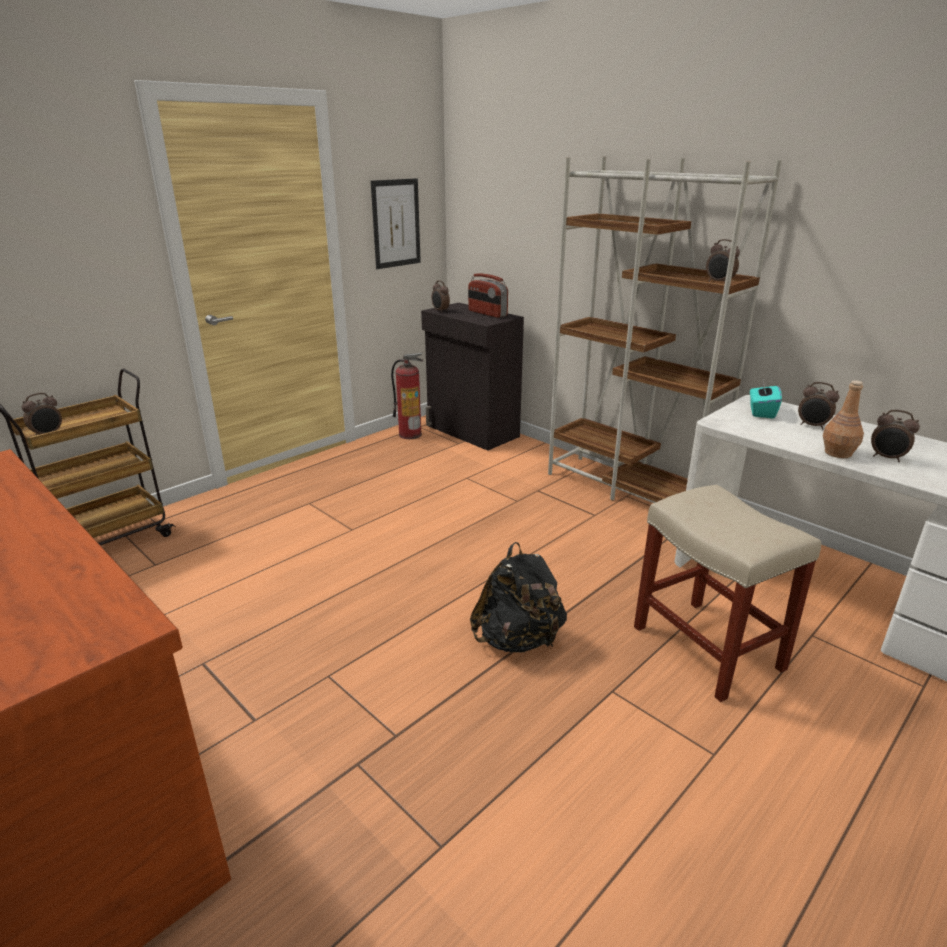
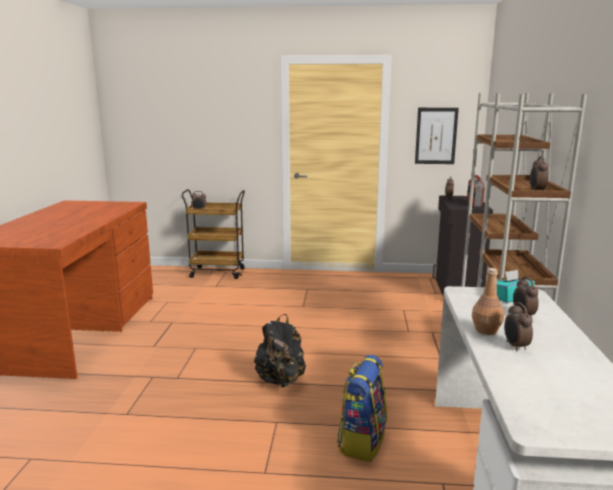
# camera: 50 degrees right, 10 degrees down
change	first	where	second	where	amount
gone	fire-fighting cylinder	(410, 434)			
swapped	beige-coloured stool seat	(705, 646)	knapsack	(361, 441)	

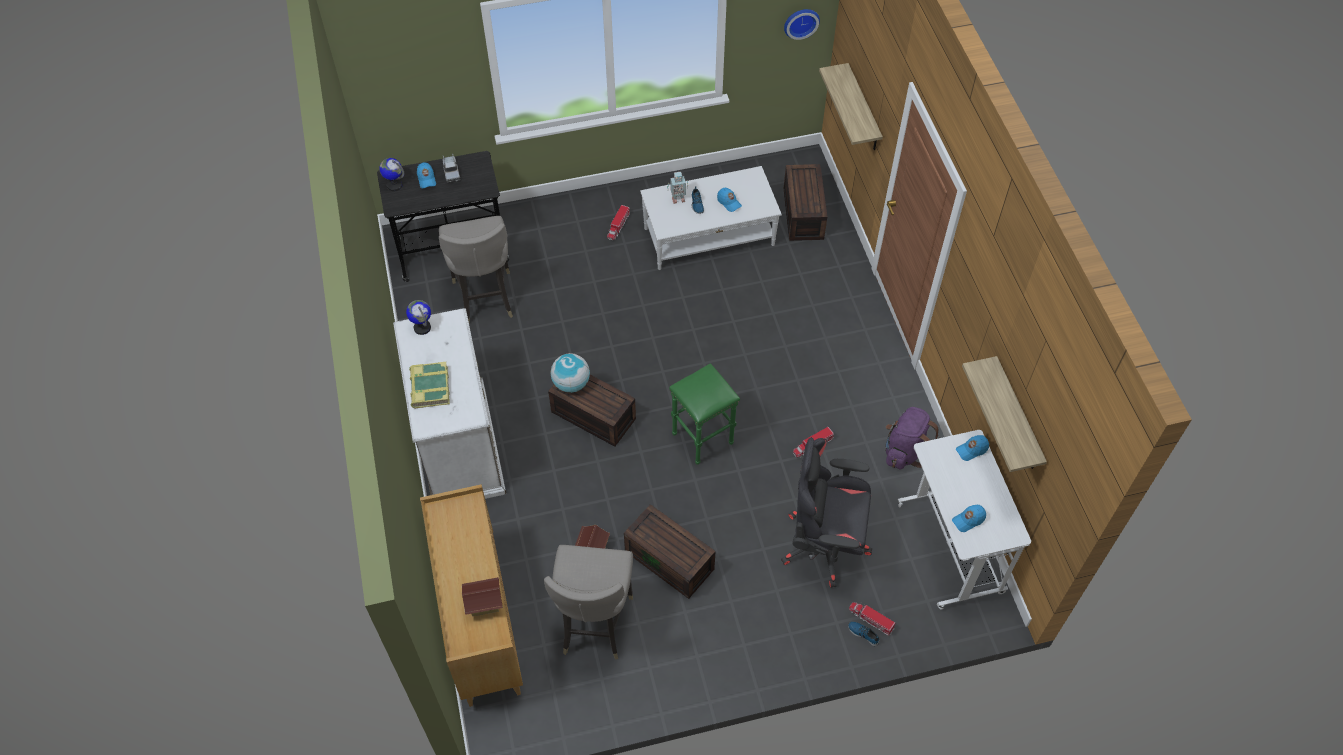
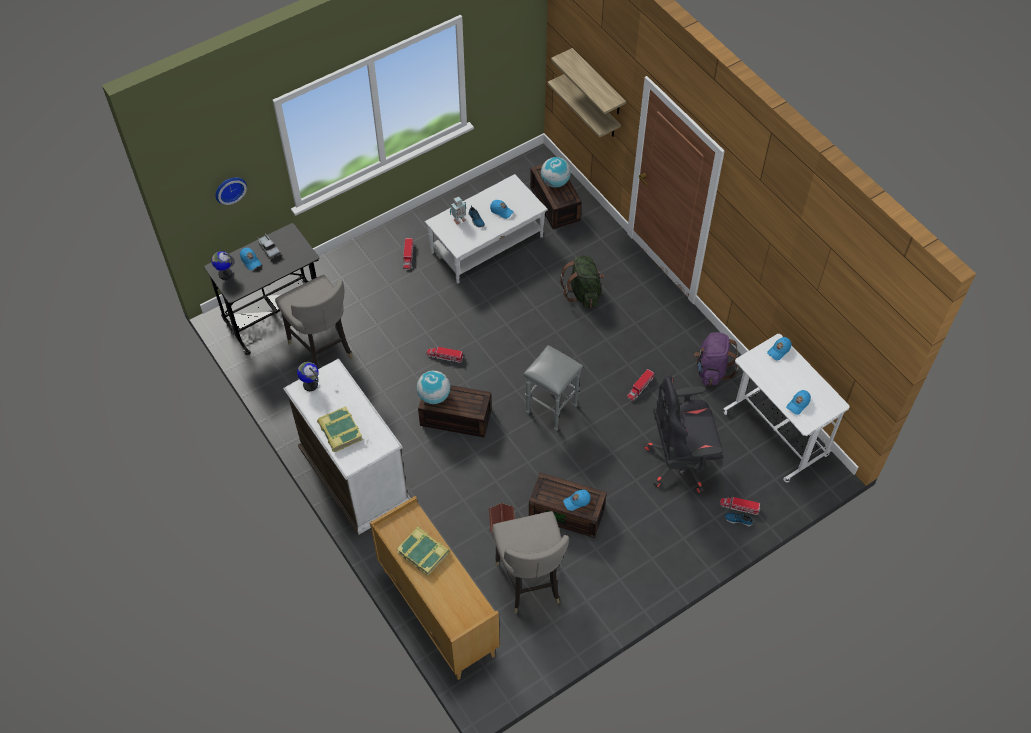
# camera: 20 degrees left, 0 degrees up
change	first	where	second	where	amount
gone	miniature house	(484, 604)			
repainted	greenish stool seat	(704, 438)	greyish stool seat	(553, 408)	
shifted	wall clock	(800, 22)		(229, 188)	
shifted	wall shelf	(1017, 417)		(598, 83)	
new			bound book	(423, 552)	
new			toy truck	(445, 356)	
new			globe	(555, 182)	
new			greenish knapsack	(583, 293)	
new			blue peaked cap	(576, 501)	

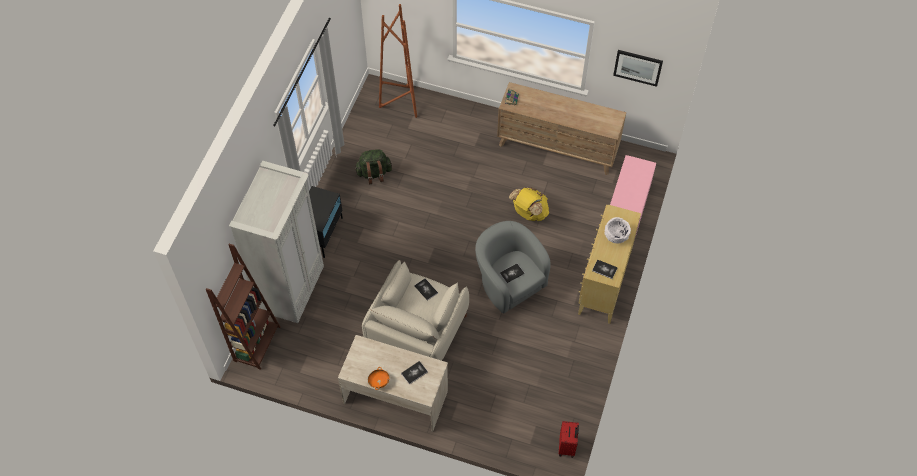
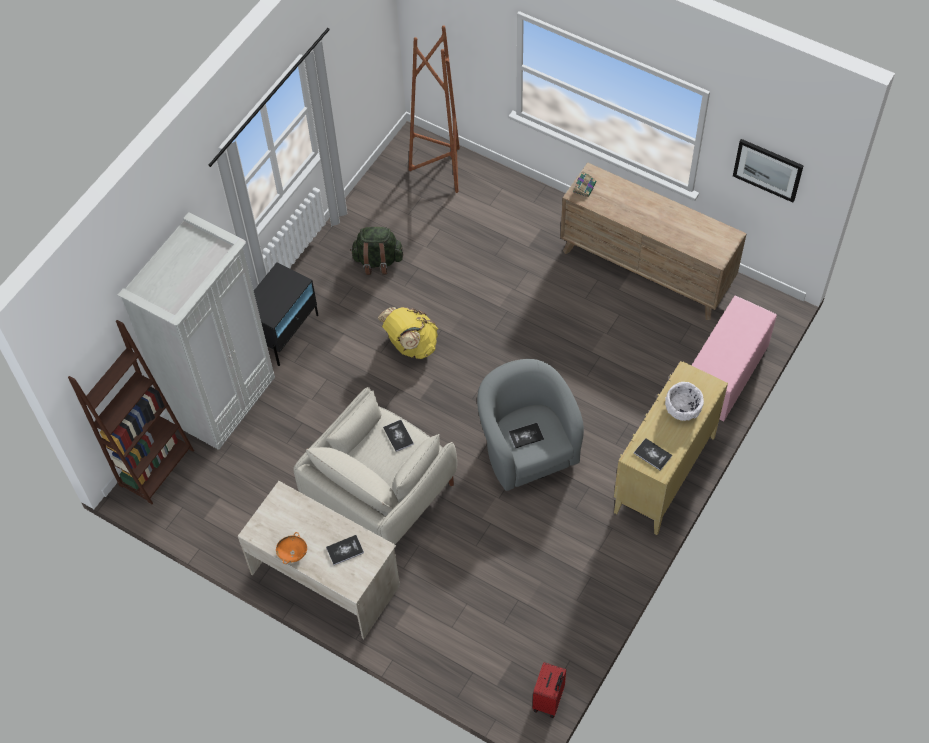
# camera: 15 degrees right, 0 degrees up
change	first	where	second	where	amount
shifted	yellow-coloured knapsack	(529, 213)		(411, 345)	

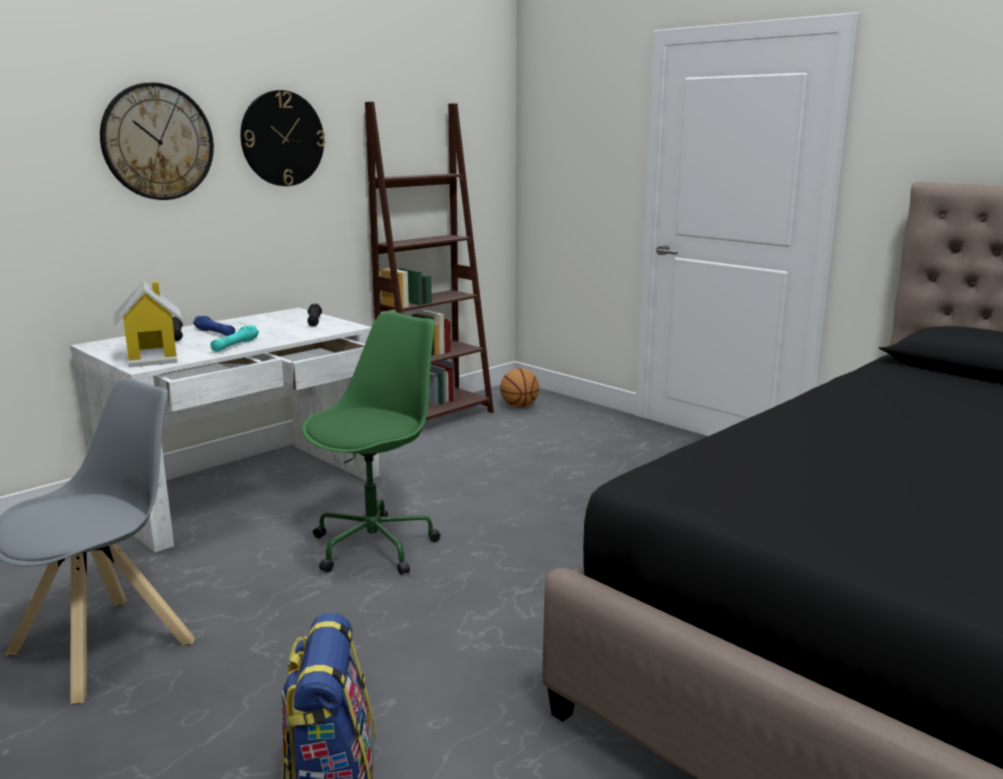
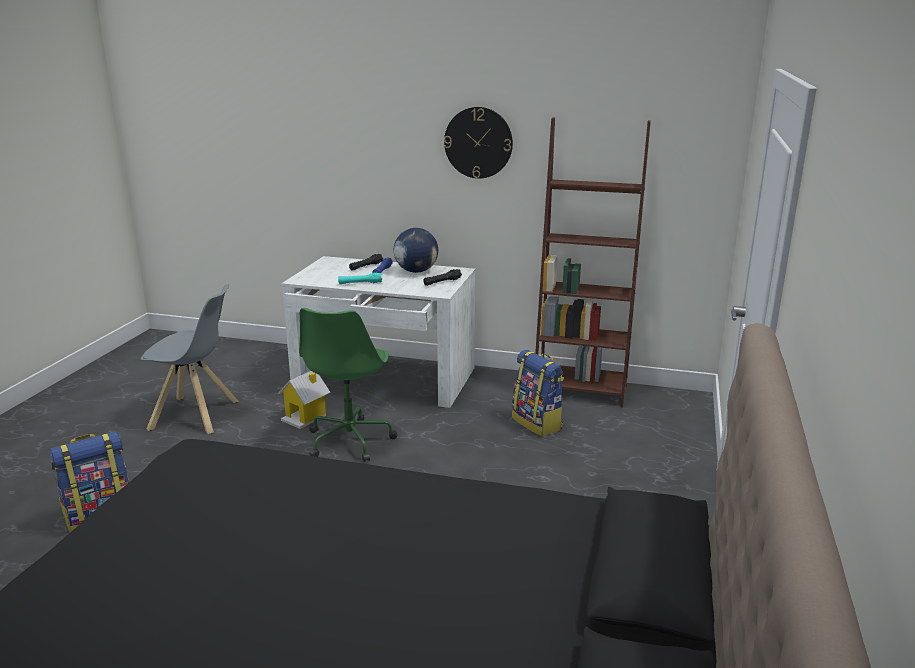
# camera: 60 degrees right, 5 degrees up
change	first	where	second	where	amount
gone	wall clock	(157, 142)			
shifted	miniature house	(153, 357)		(305, 417)	
rotated	greenish office chair	(376, 546)		(349, 442)	90 degrees clockwise
gone	basketball ball	(519, 406)			
new			globe	(416, 271)	
new			knapsack	(538, 423)	

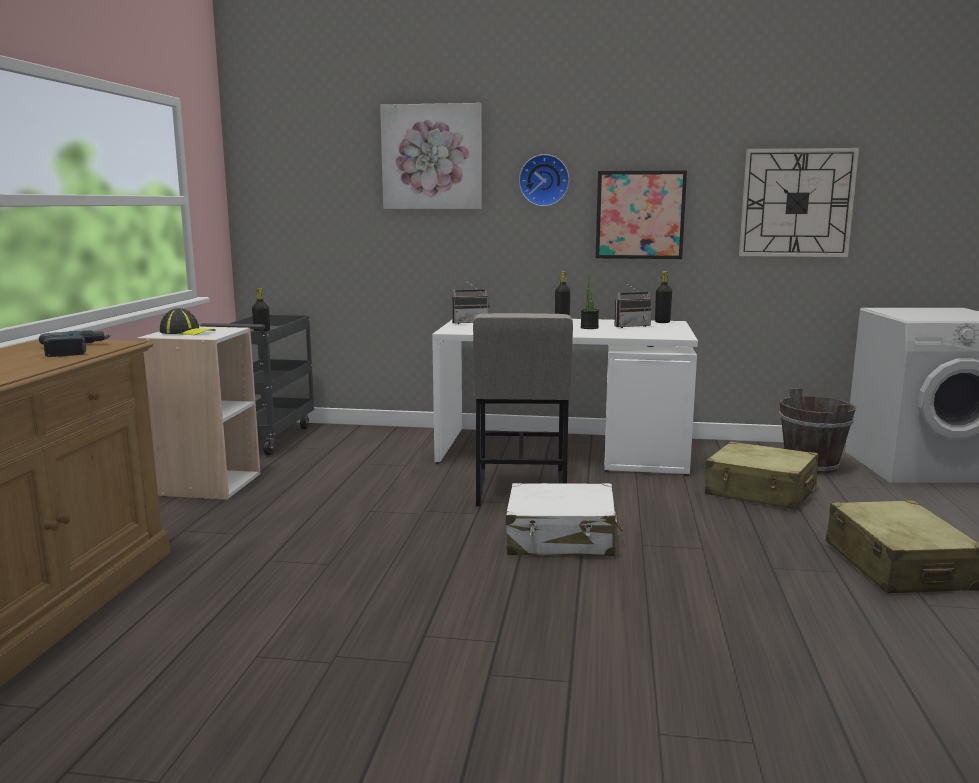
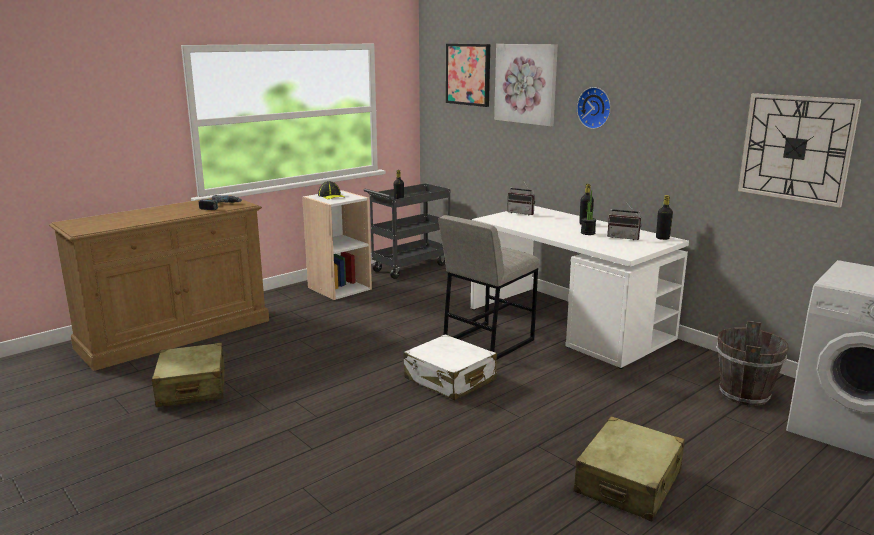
# camera: 40 degrees right, 5 degrees up
change	first	where	second	where	amount
shifted	wall picture	(640, 215)		(468, 74)	
shifted	beige-coloured travel case	(760, 492)		(192, 388)	

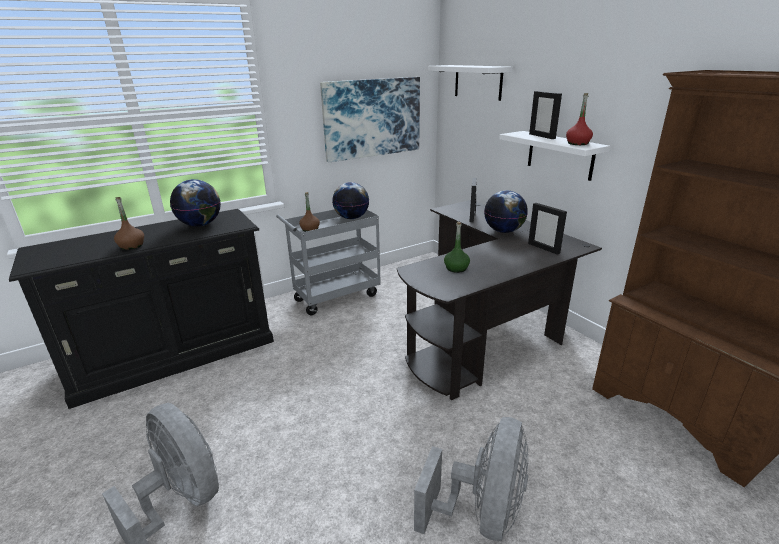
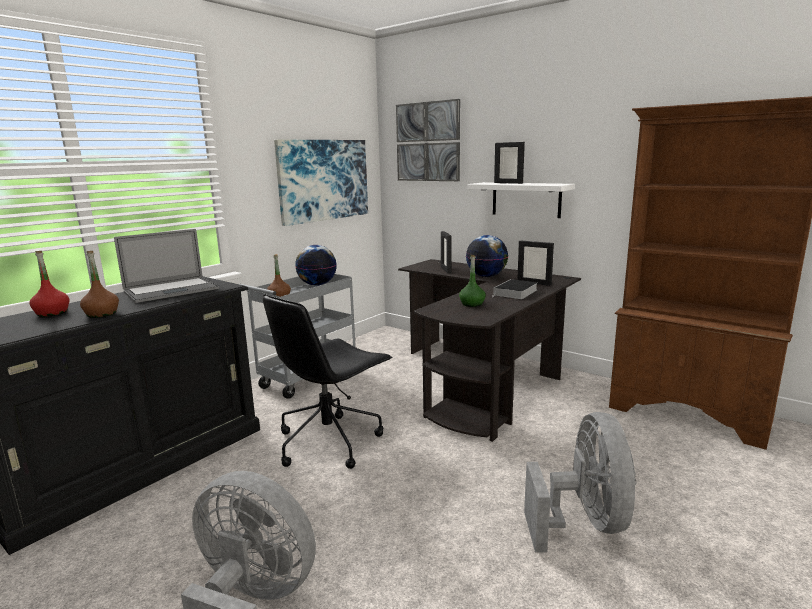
# camera: 20 degrees left, 10 degrees down
change	first	where	second	where	amount
swapped	globe	(200, 225)	portable computer	(171, 290)	
swapped	whitish wall shelf	(478, 82)	wall picture	(428, 142)	
shifted	red-coloured bottle	(577, 143)		(52, 313)	
new			black office chair	(332, 441)	
new			bound book	(515, 292)	

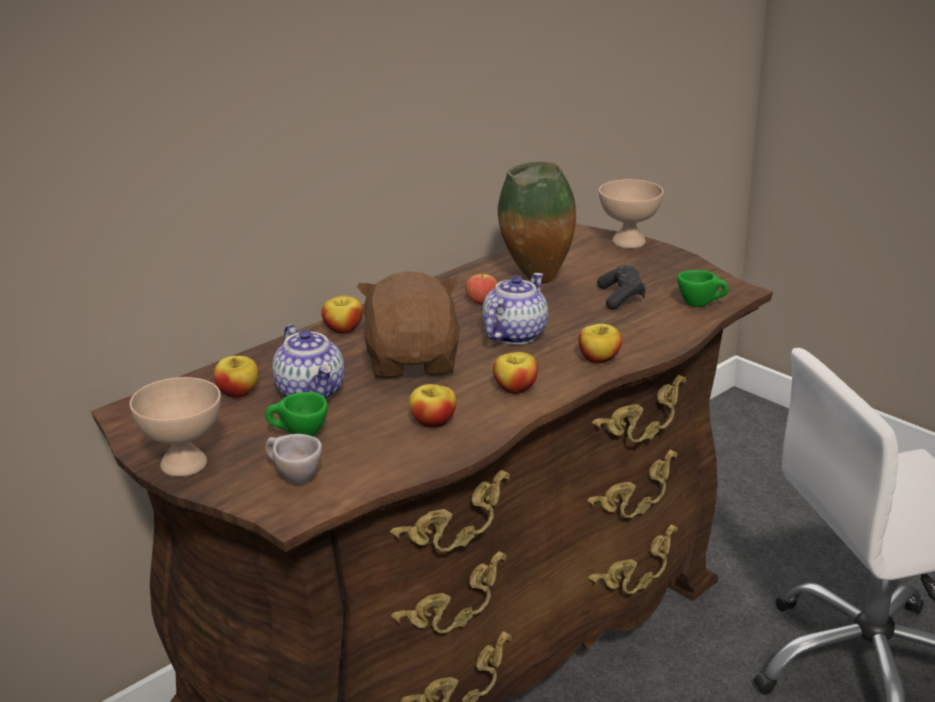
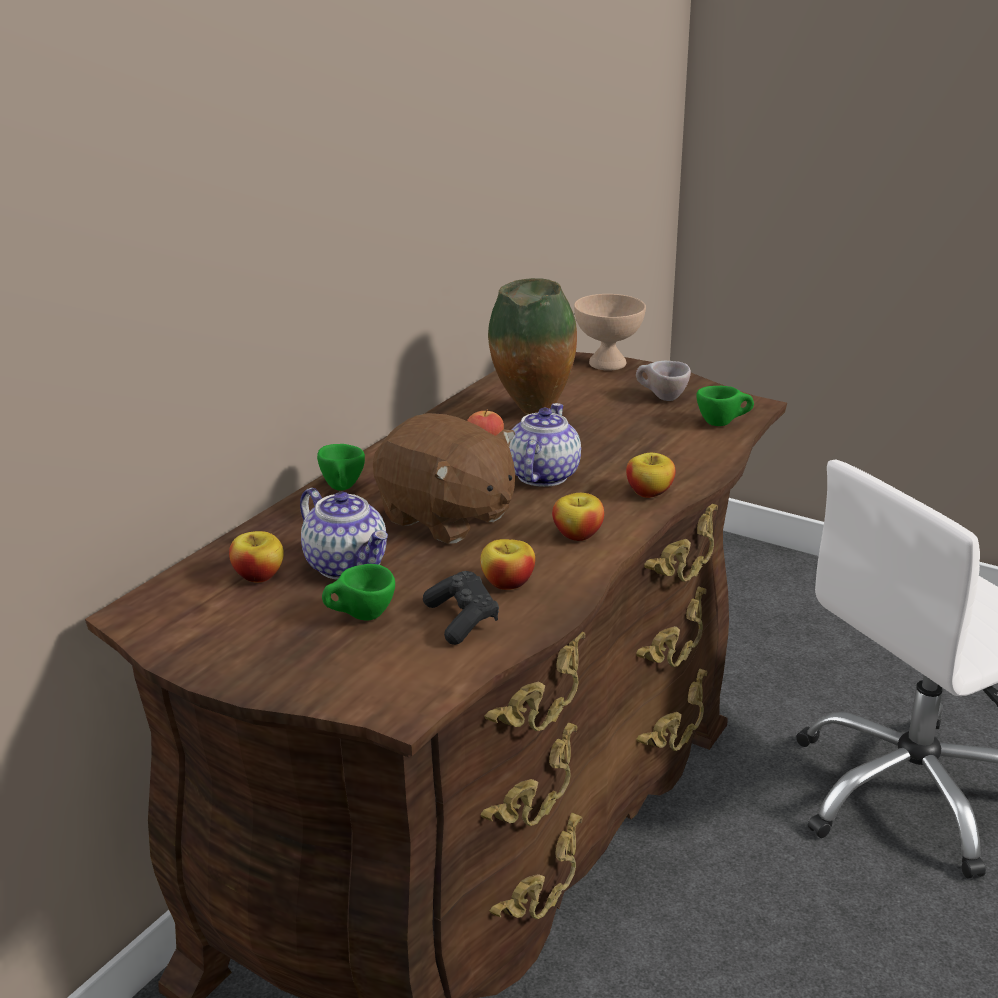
# camera: 15 degrees left, 0 degrees up
change	first	where	second	where	amount
gone	beige-coloured deep dish	(185, 464)			
shifted	beige-coloured cup	(292, 478)		(661, 398)	
swapped	apple fruit	(343, 329)	greenish cup	(343, 489)	
rotated	brown plush toy	(413, 362)		(446, 518)	150 degrees clockwise
shifted	black gamepad	(621, 297)		(462, 620)	

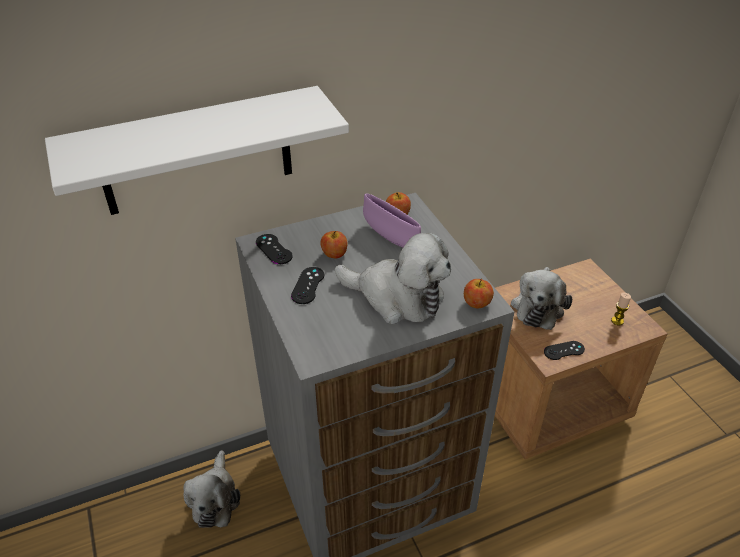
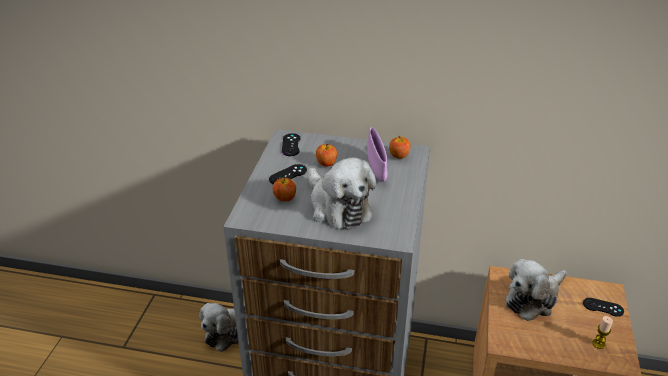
# camera: 35 degrees right, 5 degrees down
change	first	where	second	where	amount
gone	whitish wall shelf	(196, 152)			
shifted	apple fruit	(477, 303)		(284, 198)	
shifted	black gamepad	(564, 350)		(603, 307)	

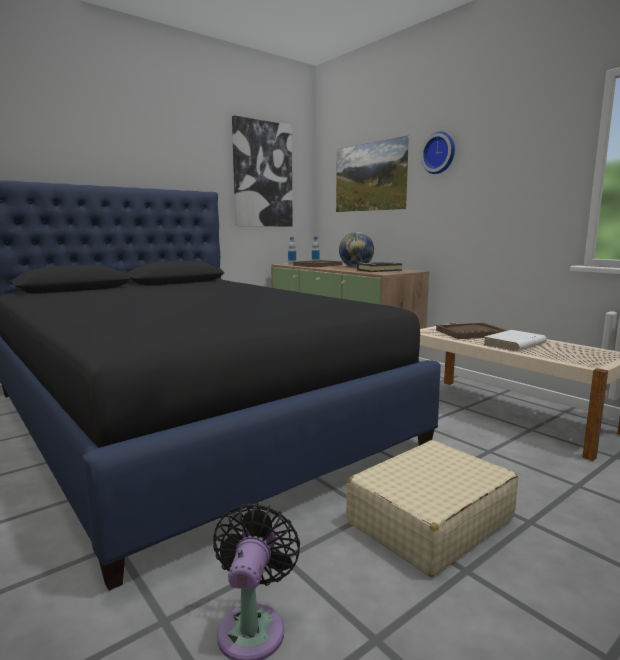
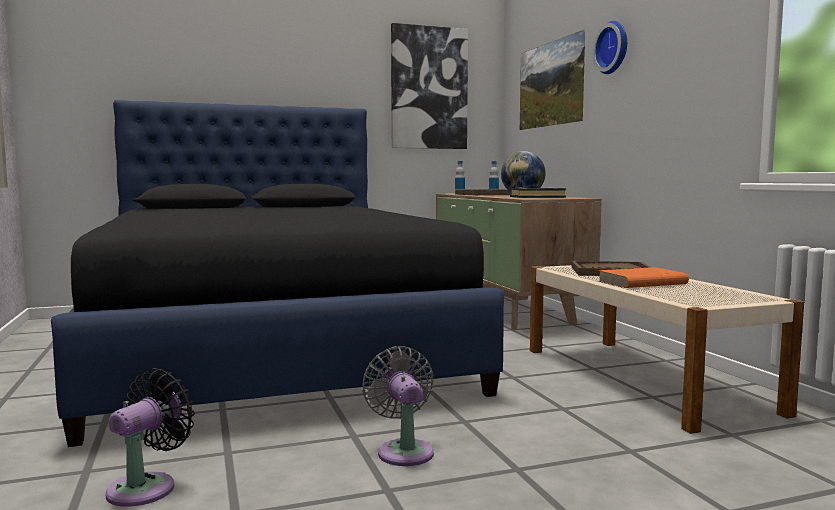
# camera: 20 degrees right, 5 degrees down
change	first	where	second	where	amount
swapped	beige-coloured travel case	(429, 521)	greyish electric fan	(404, 451)	
repainted	whitish bound book	(514, 344)	orangey bound book	(641, 283)	

